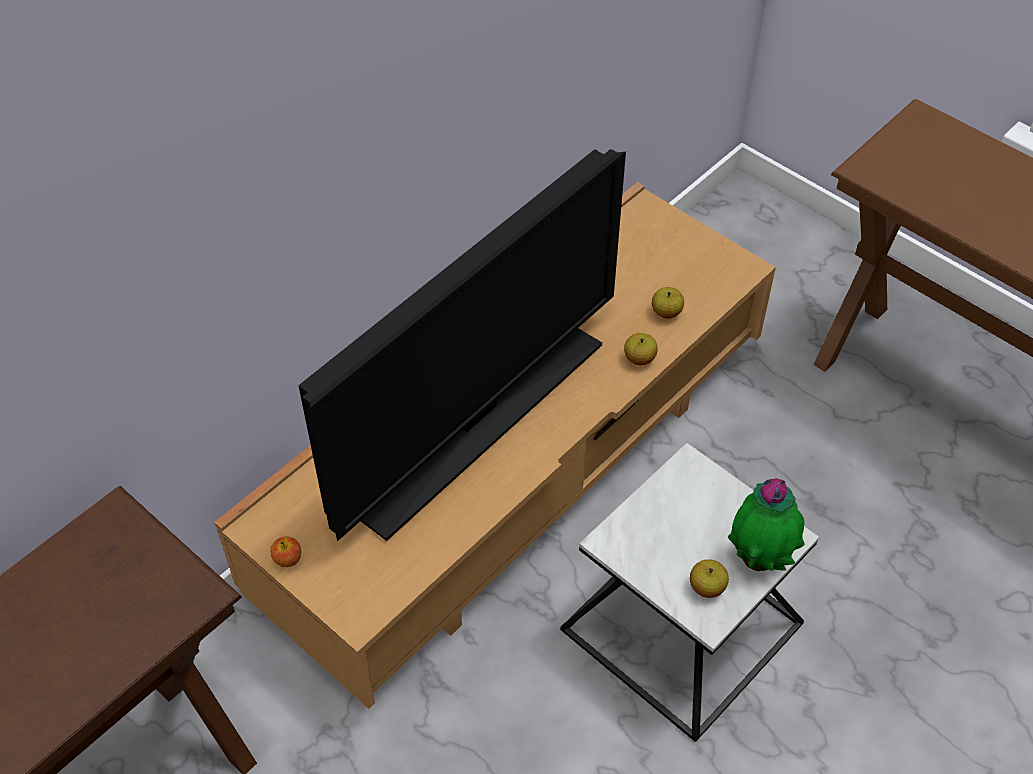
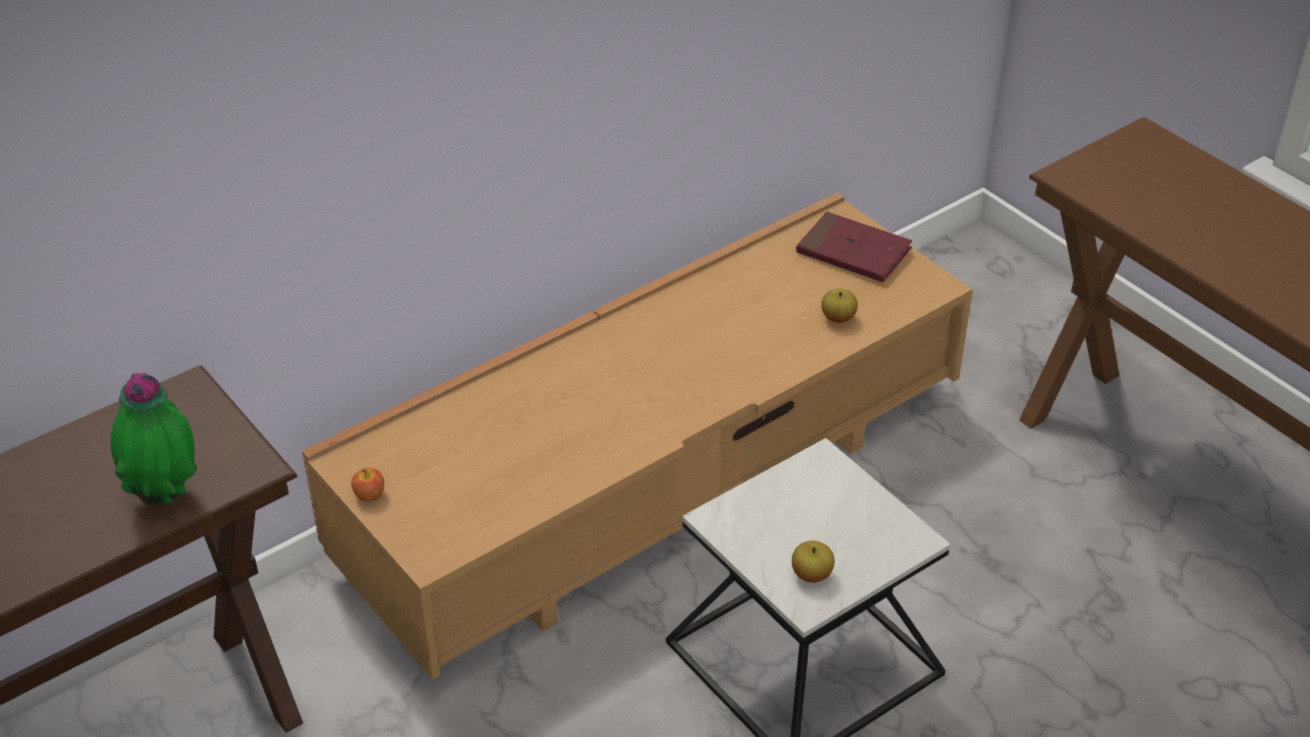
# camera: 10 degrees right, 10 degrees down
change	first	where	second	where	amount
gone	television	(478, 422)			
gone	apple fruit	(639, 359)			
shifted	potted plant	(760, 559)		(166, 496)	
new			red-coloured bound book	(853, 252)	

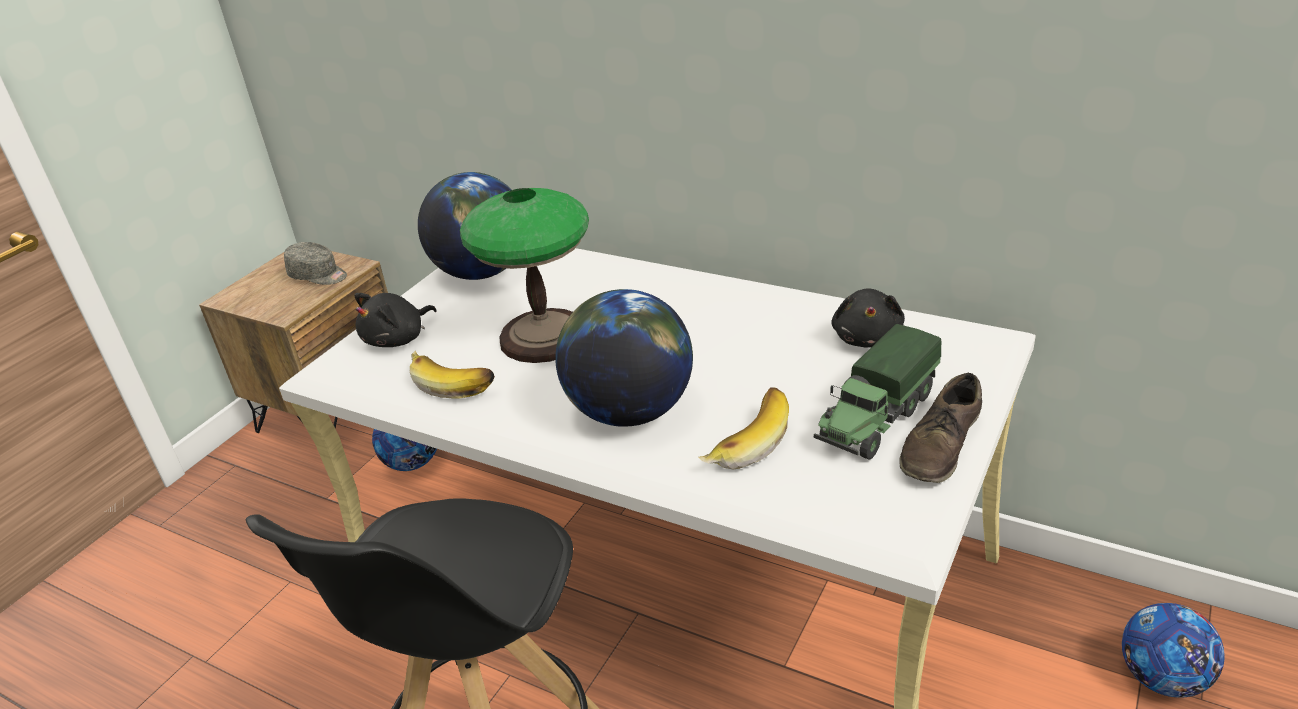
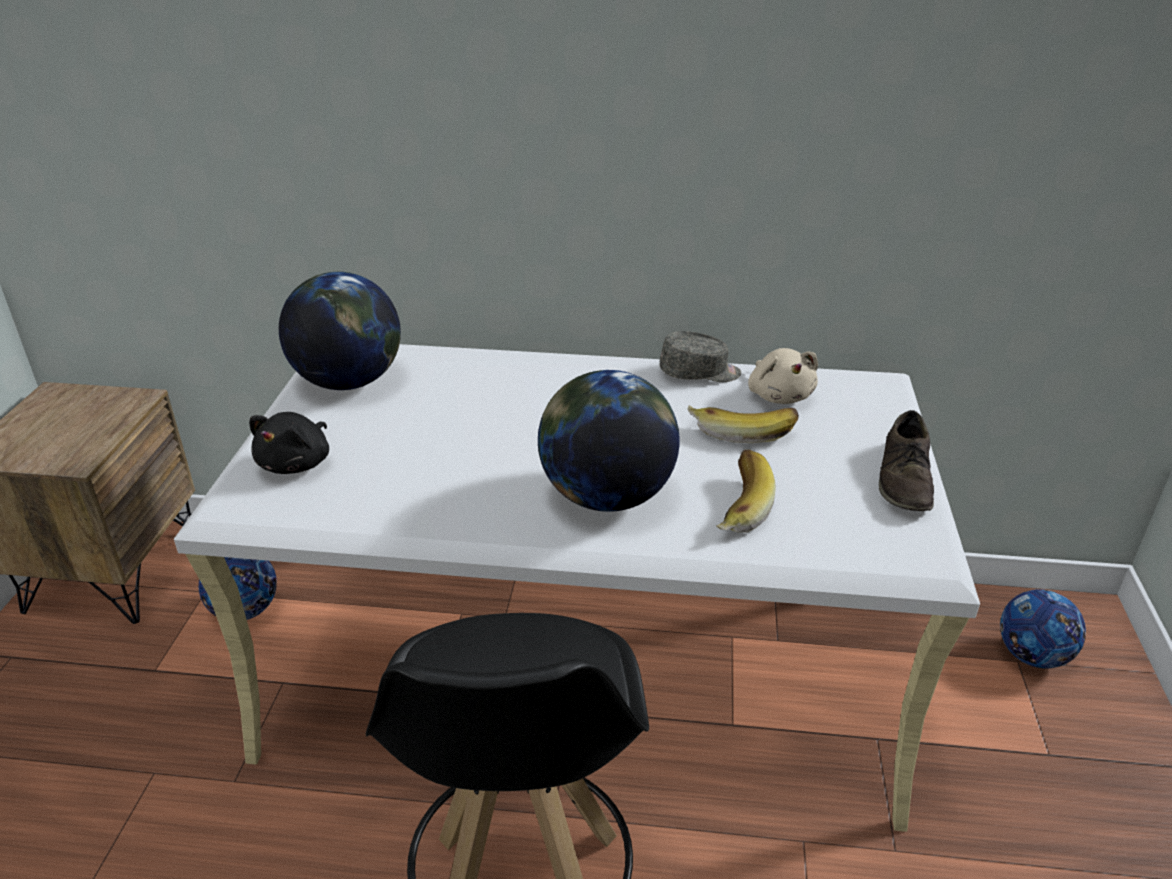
# camera: 25 degrees left, 0 degrees up
change	first	where	second	where	amount
shifted	greyish peaked cap	(318, 276)		(700, 373)	
shifted	banana fruit	(454, 383)		(742, 430)	
gone	table lamp	(545, 337)			
gone	toy truck	(876, 419)			
repainted	black plush toy	(867, 337)	beige-coloured plush toy	(779, 395)	

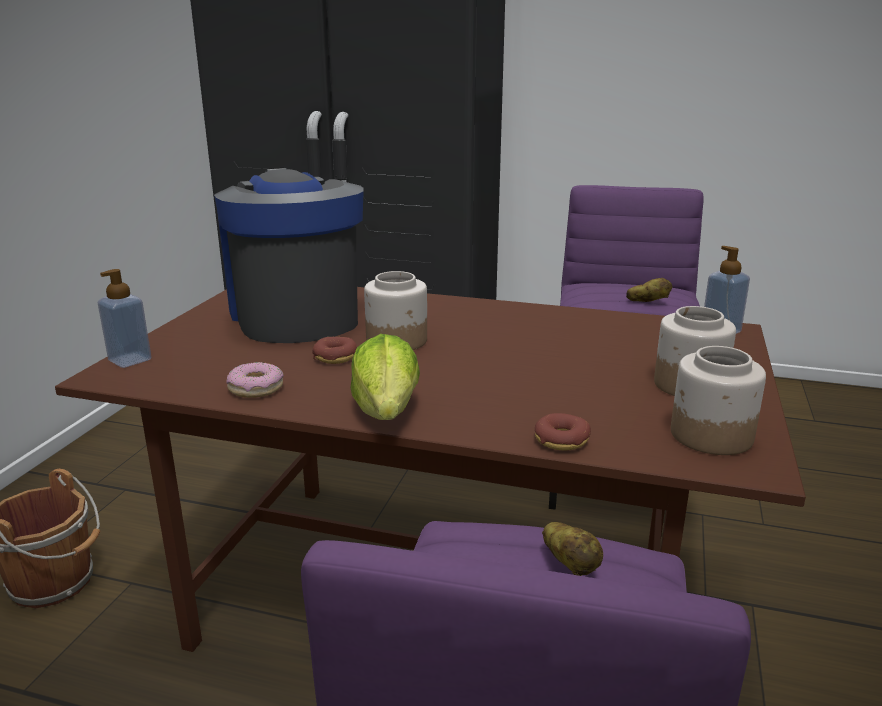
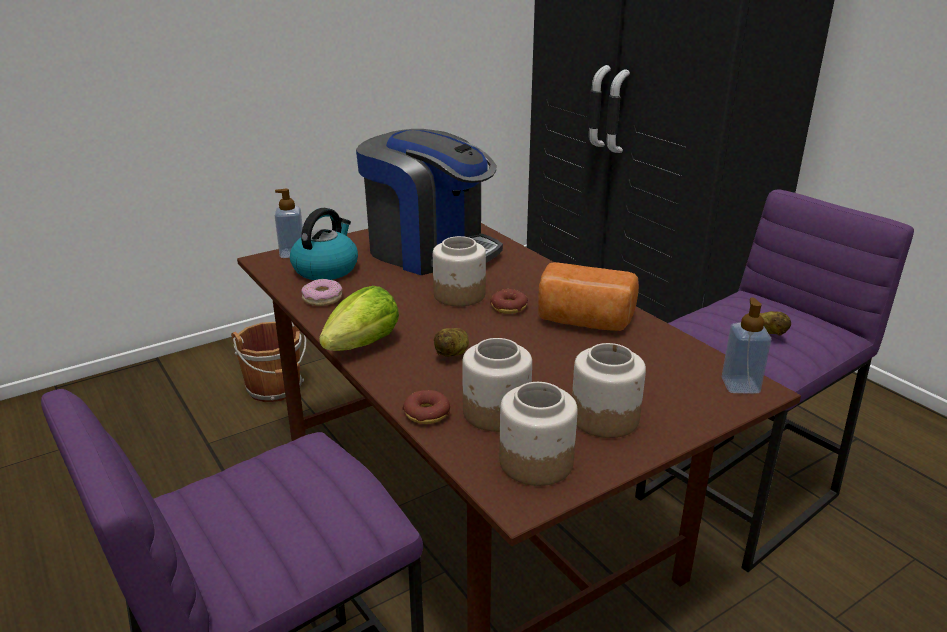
# camera: 40 degrees right, 5 degrees up
change	first	where	second	where	amount
rotated	coffee brewer	(295, 315)		(430, 251)	105 degrees clockwise
shifted	ring doughnut	(335, 357)		(509, 307)	
shifted	whole potato	(570, 565)		(453, 353)	
new			tea kettle	(326, 269)	
new			preserve jar	(496, 412)	
new			bread	(584, 321)	

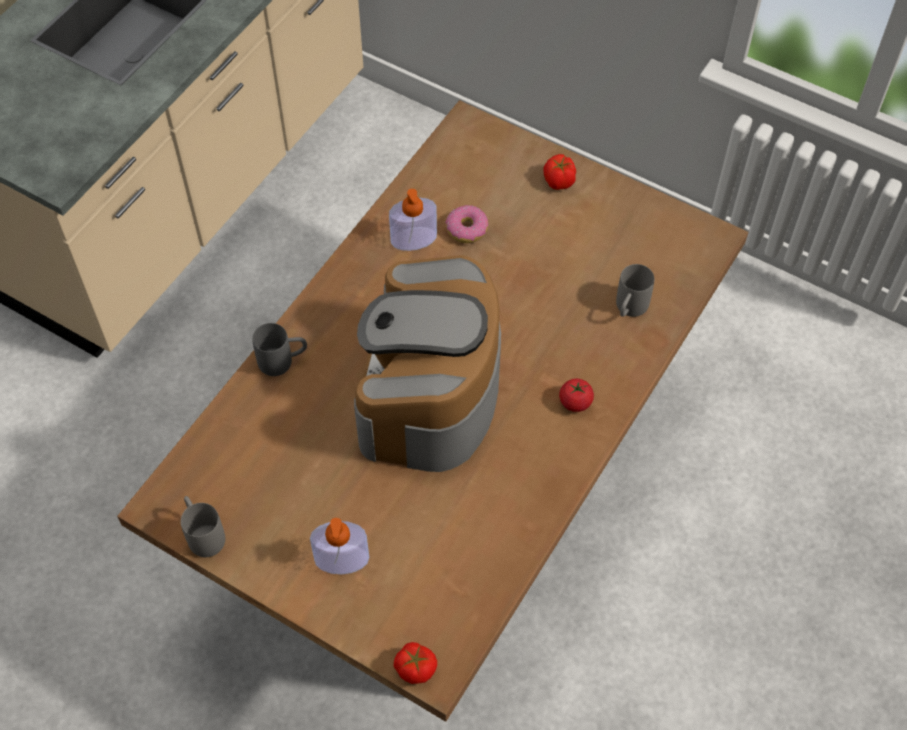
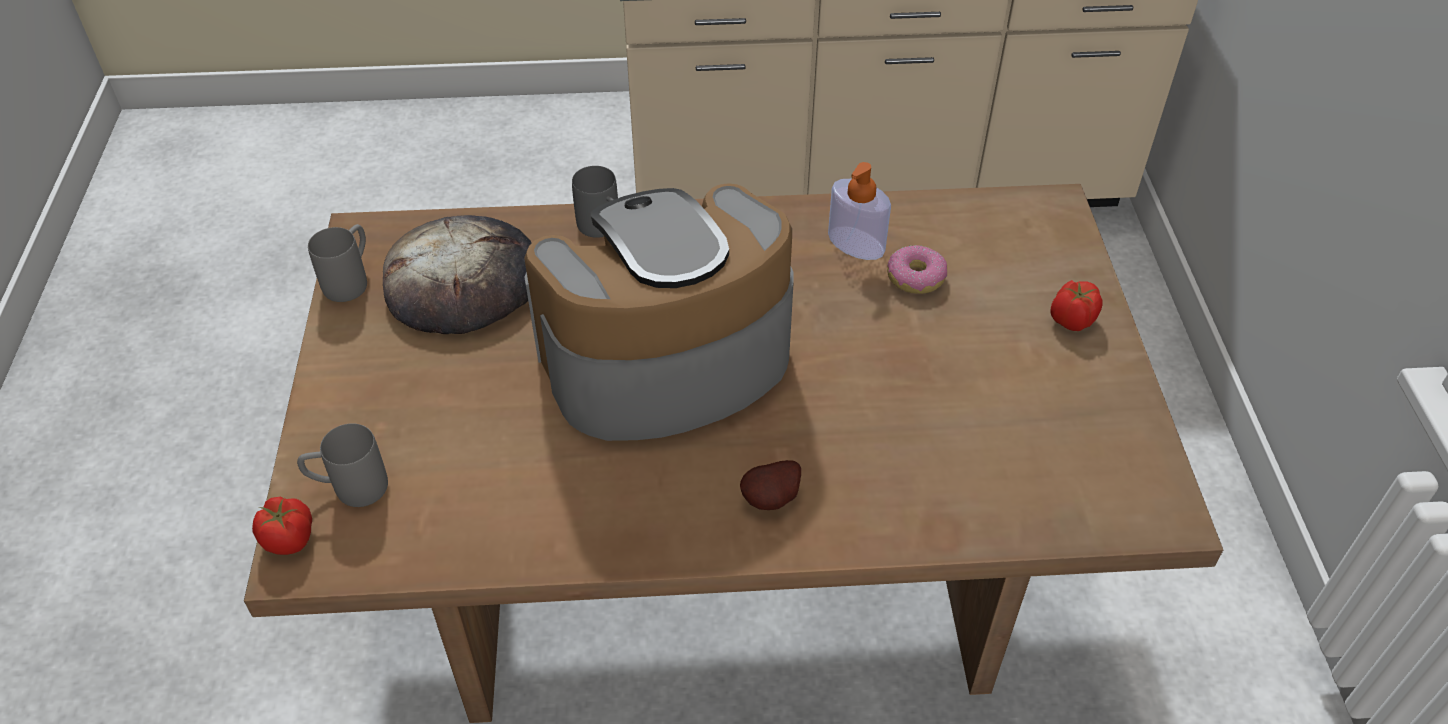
# camera: 55 degrees right, 10 degrees down
change	first	where	second	where	amount
gone	soap dispenser	(341, 559)			
swapped	tomato	(575, 402)	whole potato	(773, 500)	
shifted	greyish tea mug	(629, 309)		(349, 488)	
new			bread	(464, 281)	

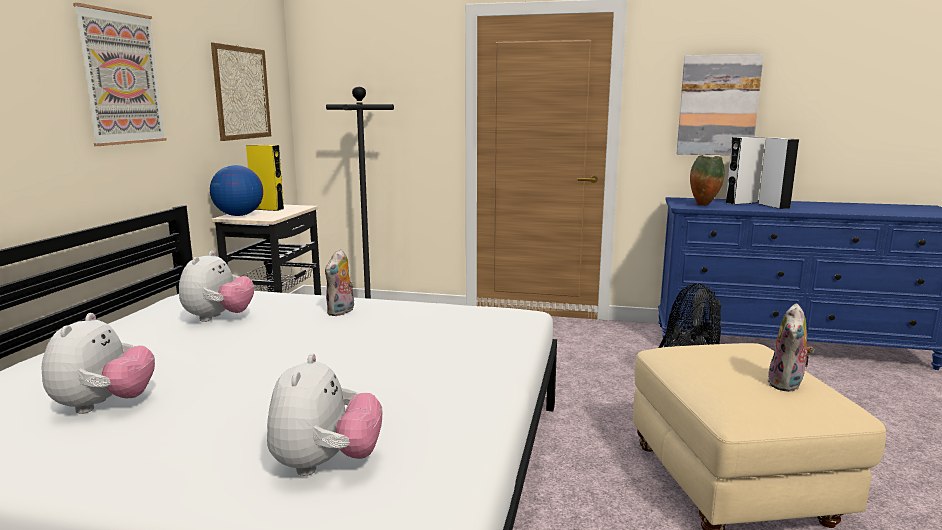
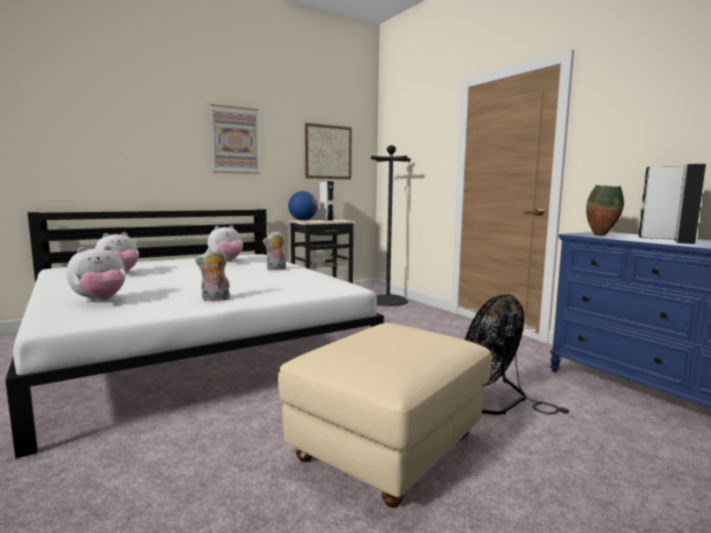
# camera: 45 degrees right, 5 degrees down
change	first	where	second	where	amount
repainted	yellow-coloured audio speaker	(267, 209)	whitish audio speaker	(326, 220)	
gone	wall picture	(718, 105)			
shifted	plush toy	(787, 385)		(215, 299)	

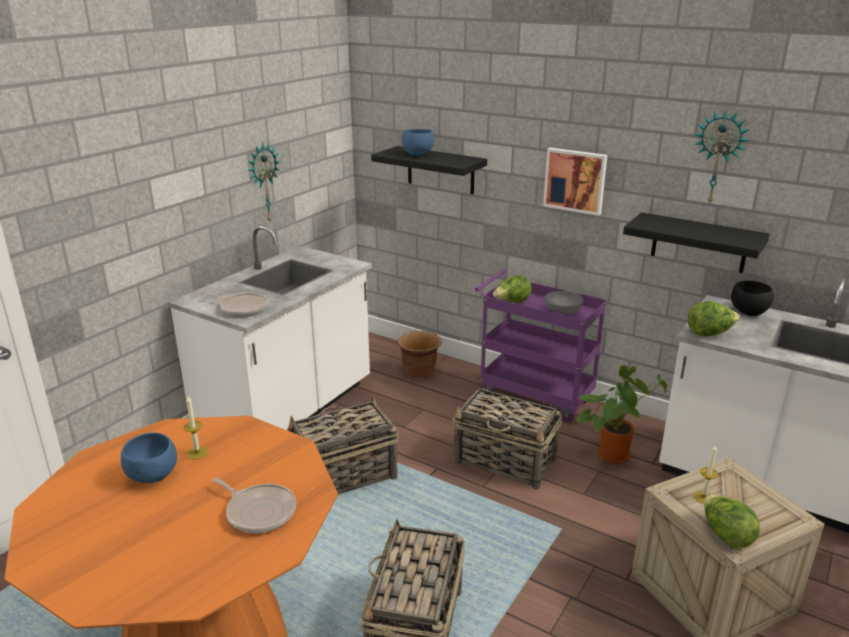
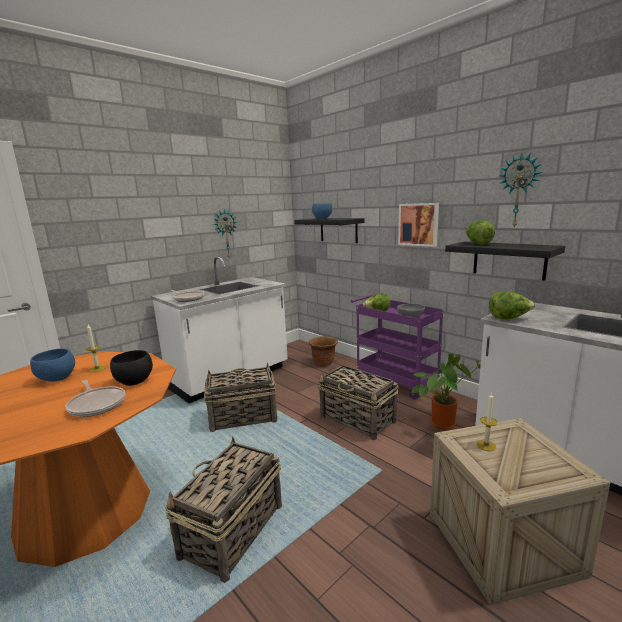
# camera: 15 degrees right, 10 degrees down
change	first	where	second	where	amount
shifted	head of lettuce	(725, 535)		(478, 244)	
shifted	black deep dish	(748, 313)		(133, 382)	

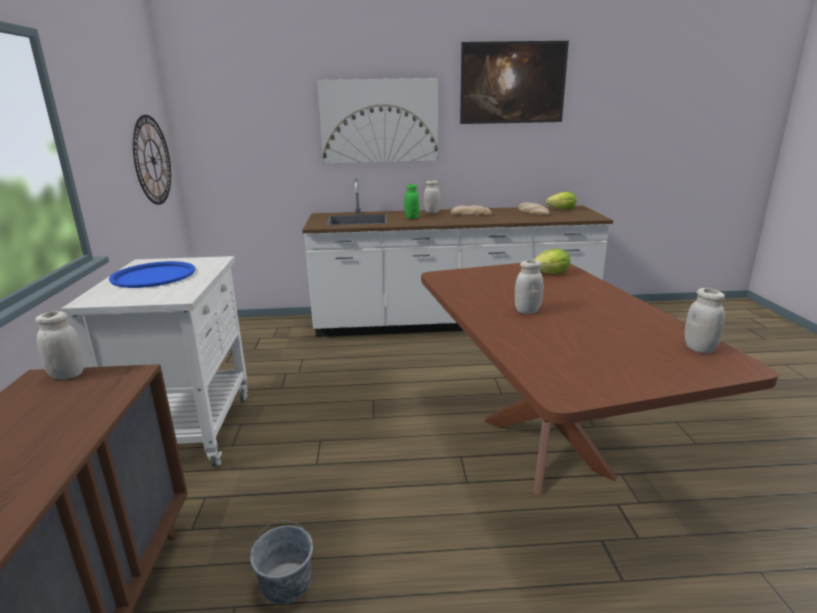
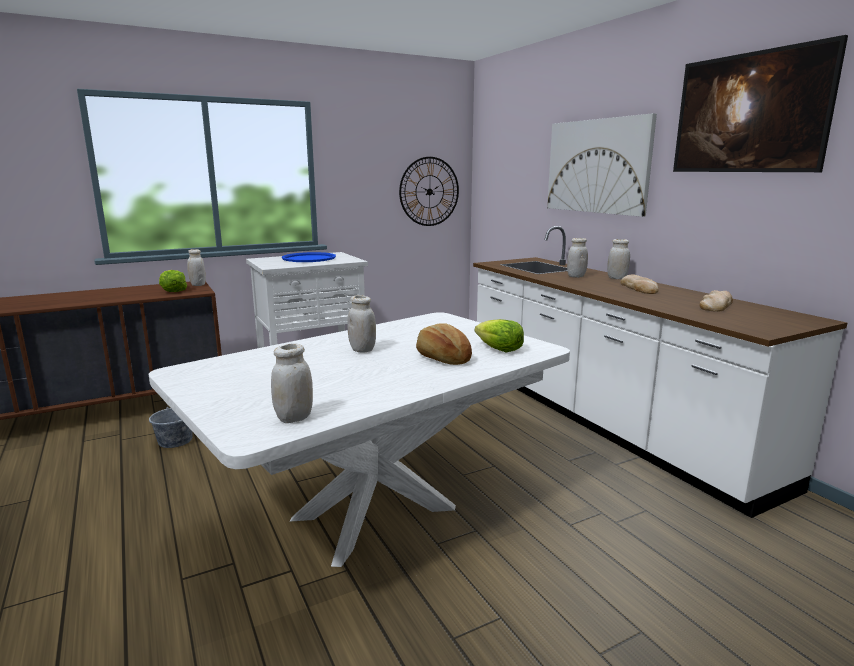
# camera: 65 degrees right, 5 degrees down
change	first	where	second	where	amount
repainted	greenish preserve jar	(412, 218)	whitish preserve jar	(576, 276)	
repainted	brown dining table	(545, 445)	whitish dining table	(375, 514)	
shifted	head of lettuce	(561, 210)		(173, 290)	
new			bread	(442, 358)	

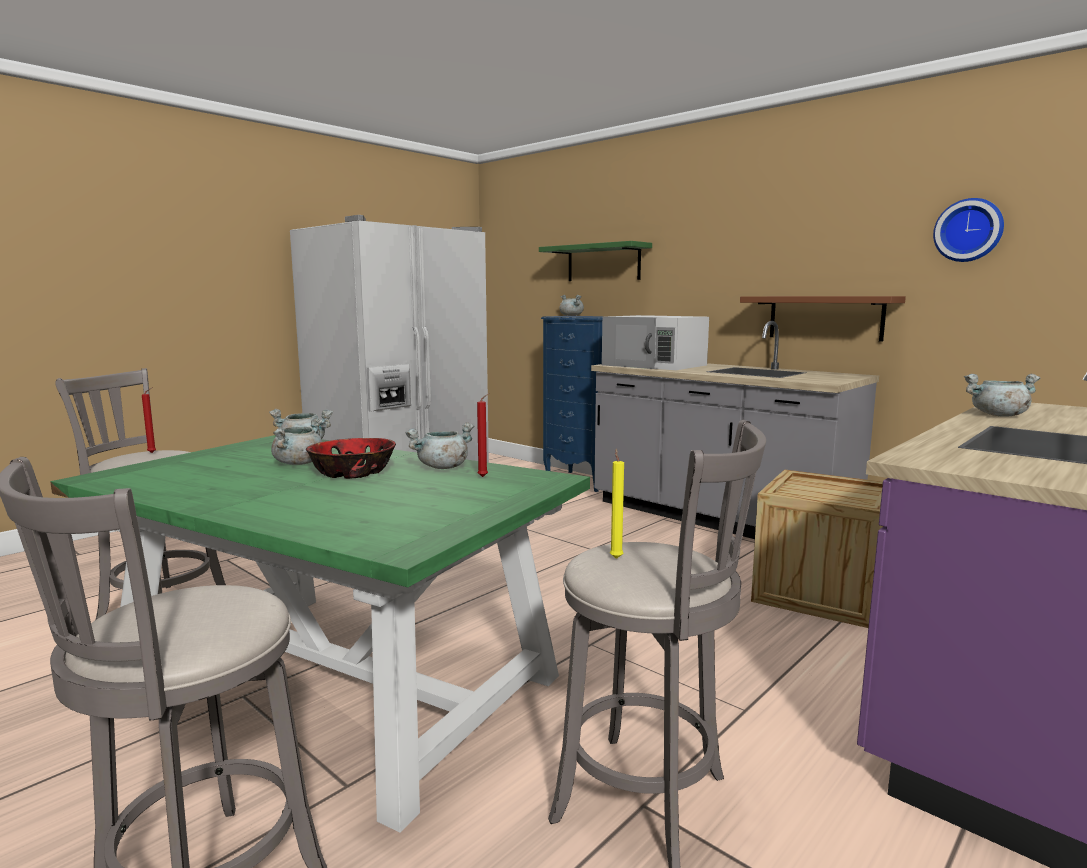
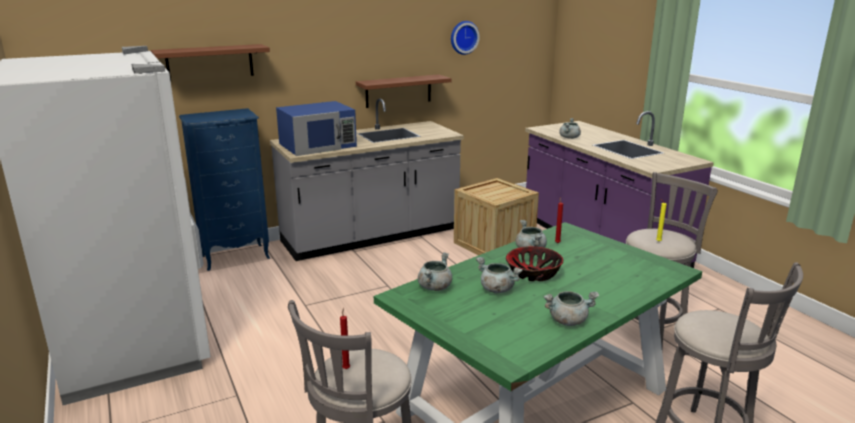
# camera: 70 degrees left, 10 degrees up
change	first	where	second	where	amount
repainted	greenish wall shelf	(603, 263)	brown wall shelf	(210, 62)	
shifted	greyish cooking pot	(571, 315)		(568, 320)	
repainted	whitish microwave oven	(655, 365)	blue microwave oven	(318, 145)	

